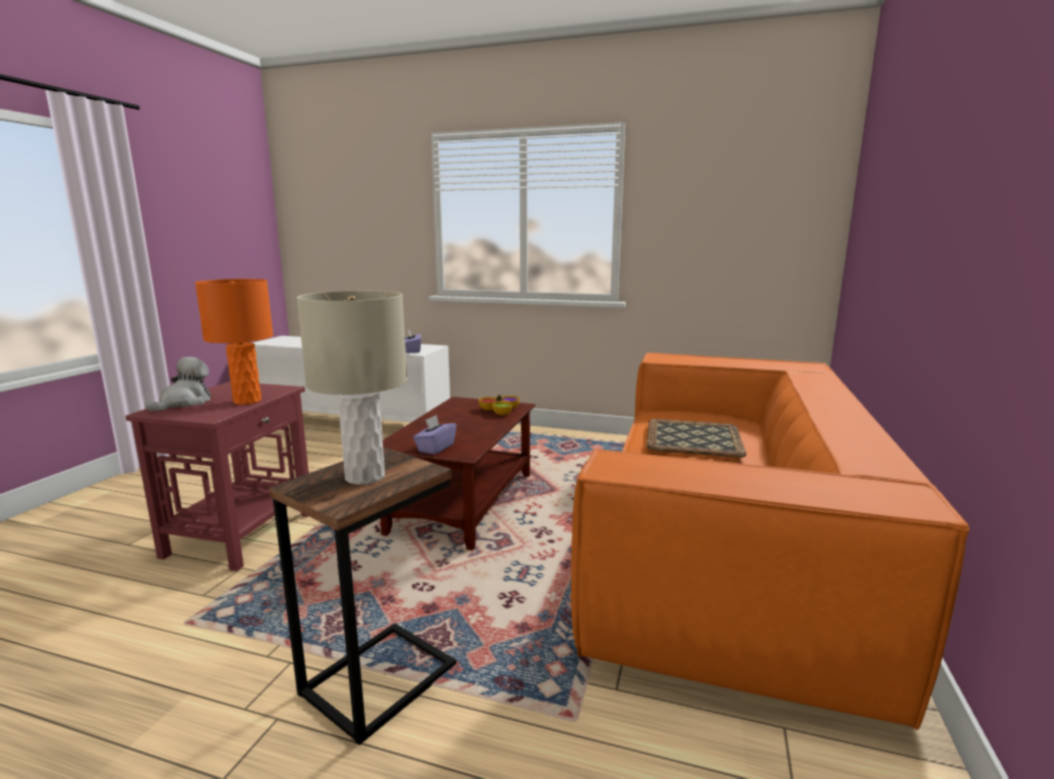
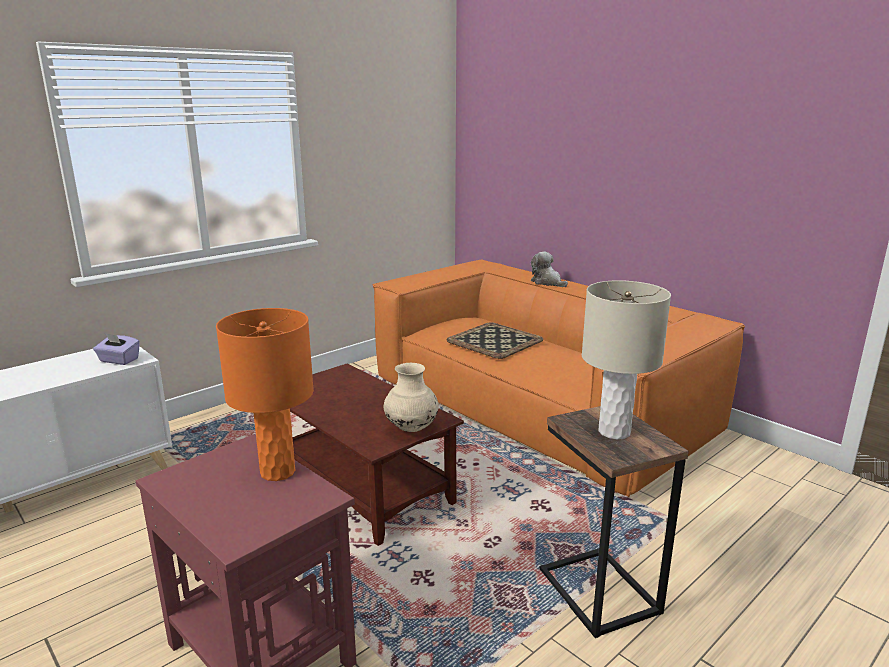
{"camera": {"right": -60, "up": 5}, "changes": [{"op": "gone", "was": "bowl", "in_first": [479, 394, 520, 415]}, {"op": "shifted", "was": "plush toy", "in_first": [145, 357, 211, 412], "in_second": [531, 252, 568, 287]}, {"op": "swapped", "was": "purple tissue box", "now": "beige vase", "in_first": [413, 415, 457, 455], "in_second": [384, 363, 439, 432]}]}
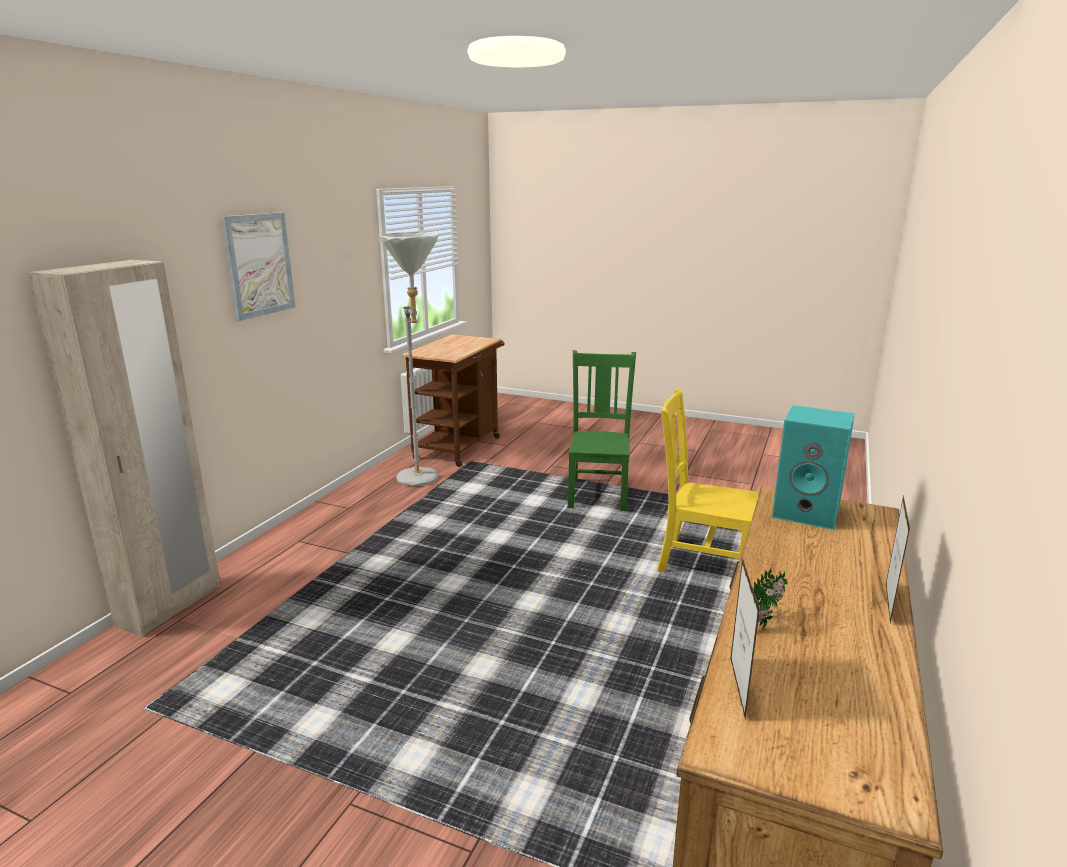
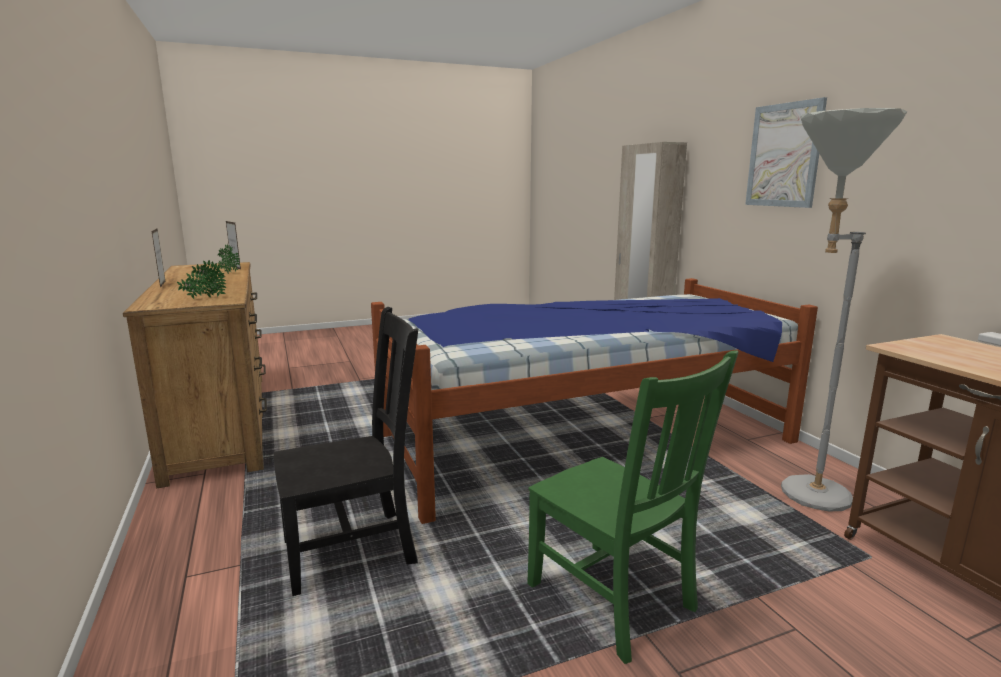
{"camera": {"right": 135, "up": -5}, "changes": [{"op": "new", "now": "bed", "in_second": [371, 278, 818, 524]}, {"op": "swapped", "was": "turquoise speaker", "now": "potted plant", "in_first": [772, 405, 855, 530], "in_second": [177, 260, 226, 299]}, {"op": "repainted", "was": "yellow chair", "now": "black chair", "in_first": [657, 388, 759, 572], "in_second": [274, 307, 418, 596]}]}
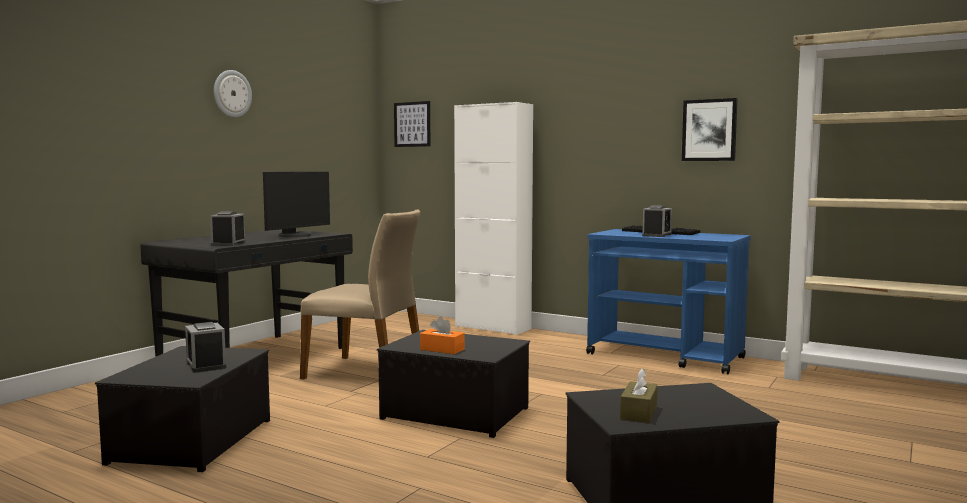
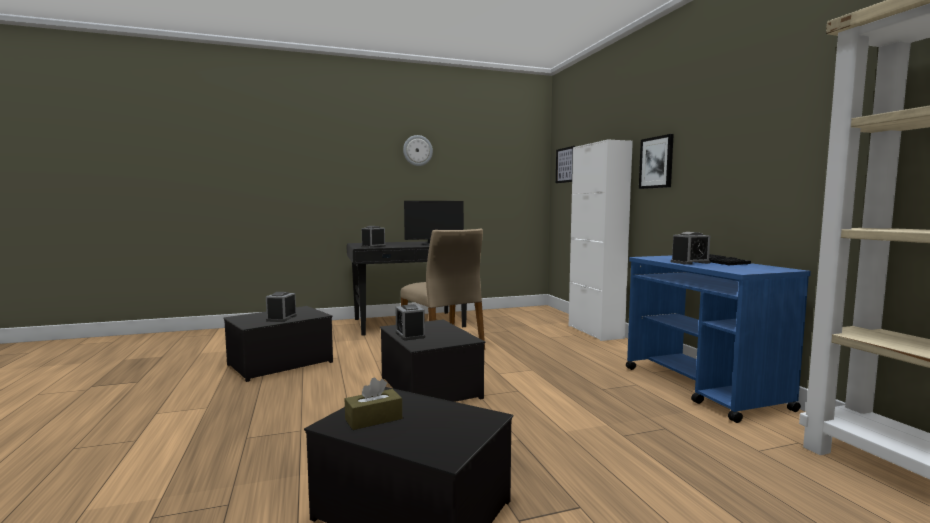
{"camera": {"right": 40, "up": 0}, "changes": [{"op": "shifted", "was": "picture", "in_first": [682, 98, 738, 161], "in_second": [639, 134, 674, 189]}, {"op": "swapped", "was": "orange tissue box", "now": "alarm clock", "in_first": [420, 317, 465, 354], "in_second": [396, 304, 425, 340]}]}
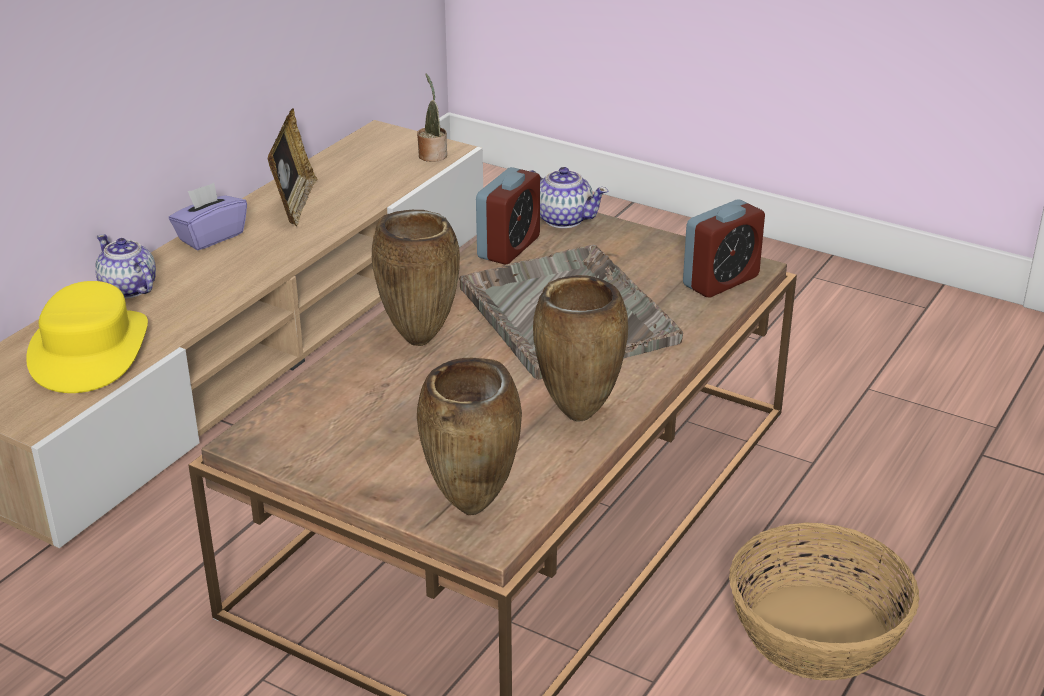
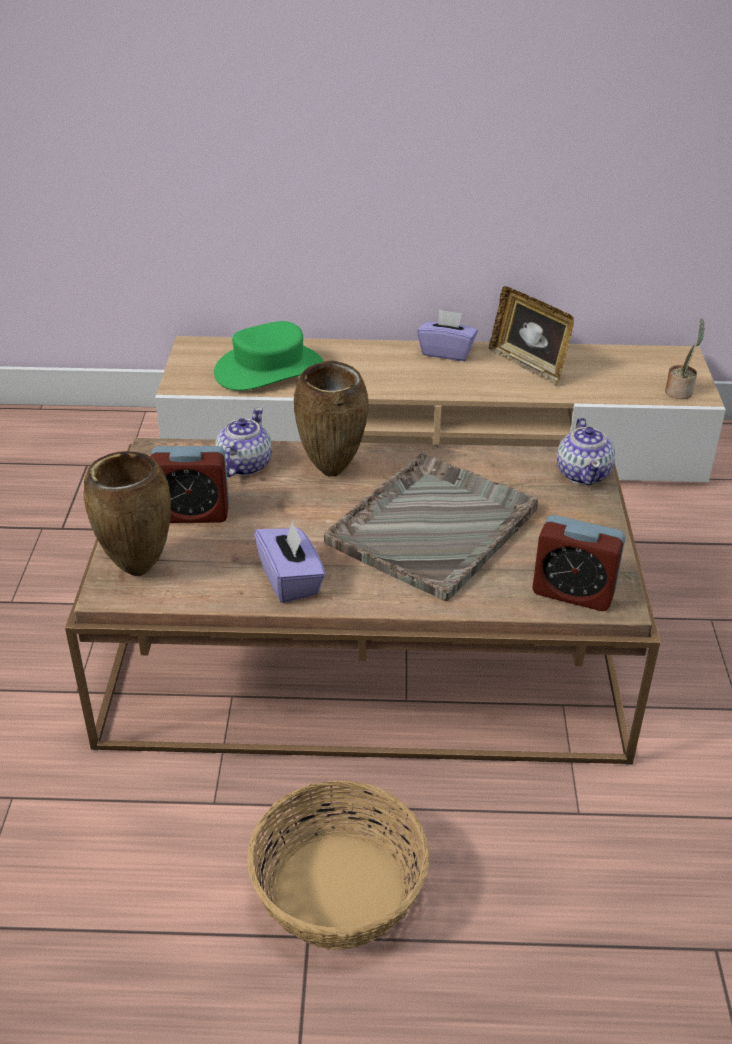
{"camera": {"right": 60, "up": 5}, "changes": [{"op": "shifted", "was": "teapot", "in_first": [95, 234, 156, 299], "in_second": [215, 408, 272, 477]}, {"op": "shifted", "was": "alarm clock", "in_first": [476, 167, 540, 265], "in_second": [150, 446, 229, 523]}, {"op": "swapped", "was": "brown vase", "now": "purple tissue box", "in_first": [533, 275, 628, 421], "in_second": [254, 521, 325, 603]}, {"op": "repainted", "was": "yellow hat", "now": "green hat", "in_first": [26, 281, 148, 393], "in_second": [214, 321, 324, 391]}, {"op": "rotated", "was": "picture frame", "in_first": [267, 109, 317, 227], "in_second": [489, 286, 574, 385], "clockwise": 75}]}
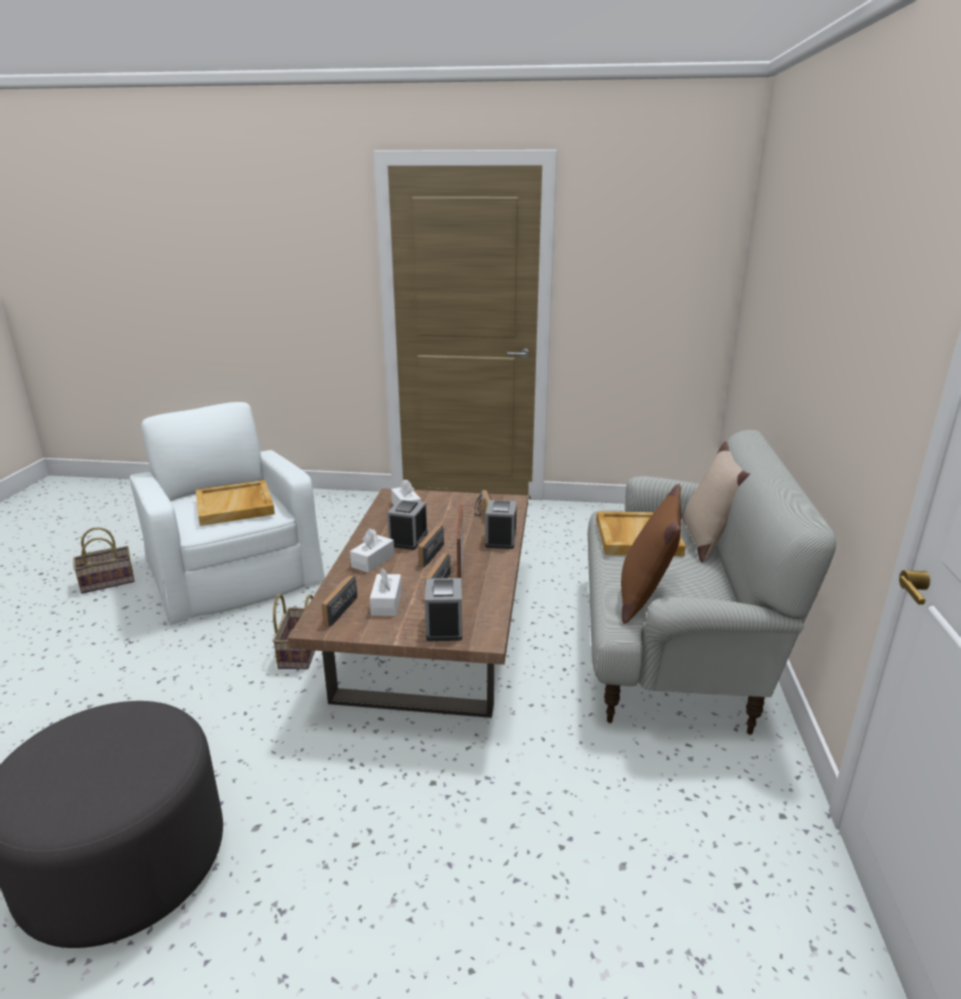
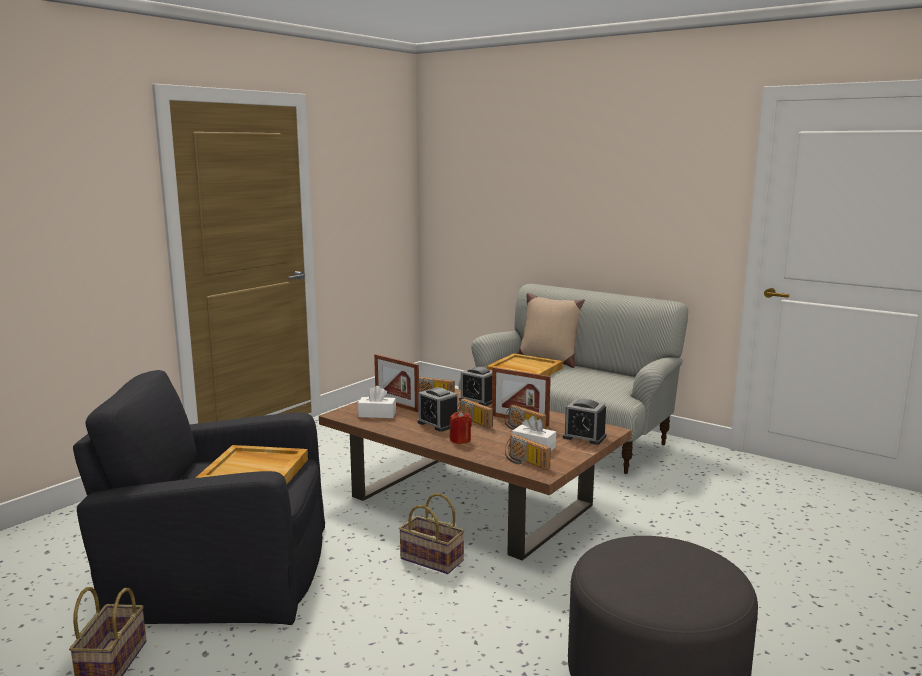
{"camera": {"right": -60, "up": -10}, "changes": [{"op": "gone", "was": "brown pillow", "in_first": [621, 484, 681, 624]}, {"op": "new", "now": "picture frame", "in_second": [374, 354, 419, 412]}, {"op": "swapped", "was": "white tissue box", "now": "red candle", "in_first": [350, 529, 394, 573], "in_second": [449, 411, 472, 444]}, {"op": "repainted", "was": "white armchair", "now": "black armchair", "in_first": [130, 402, 325, 625], "in_second": [73, 370, 325, 625]}]}
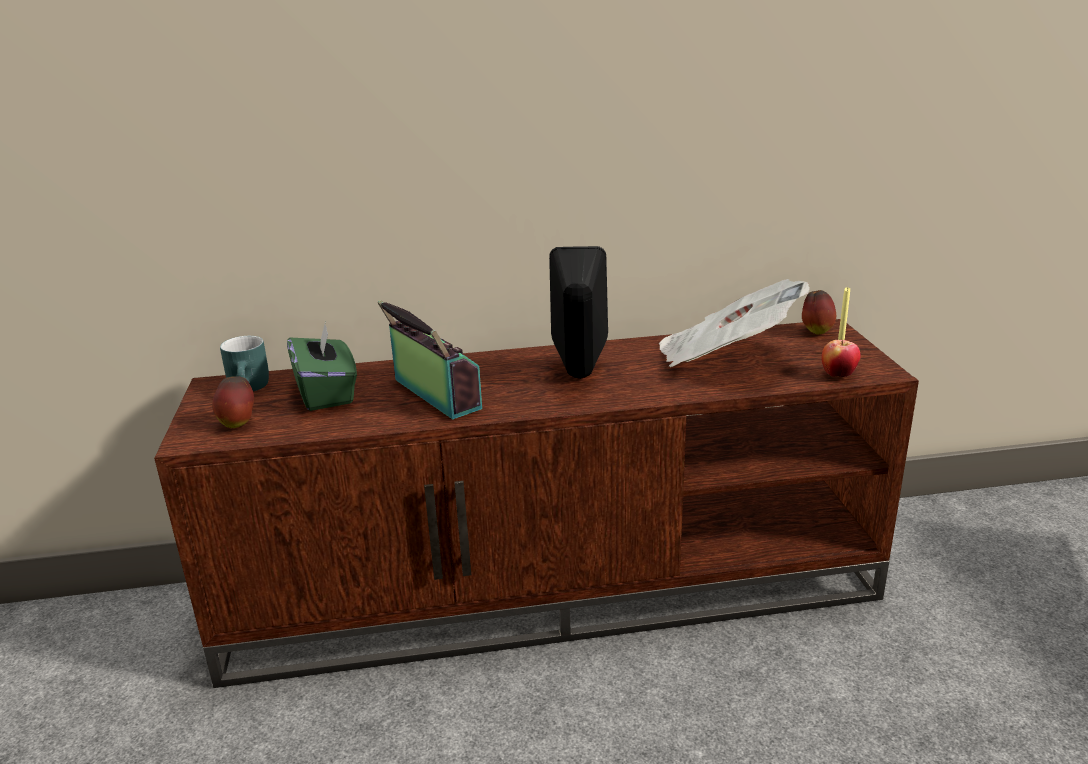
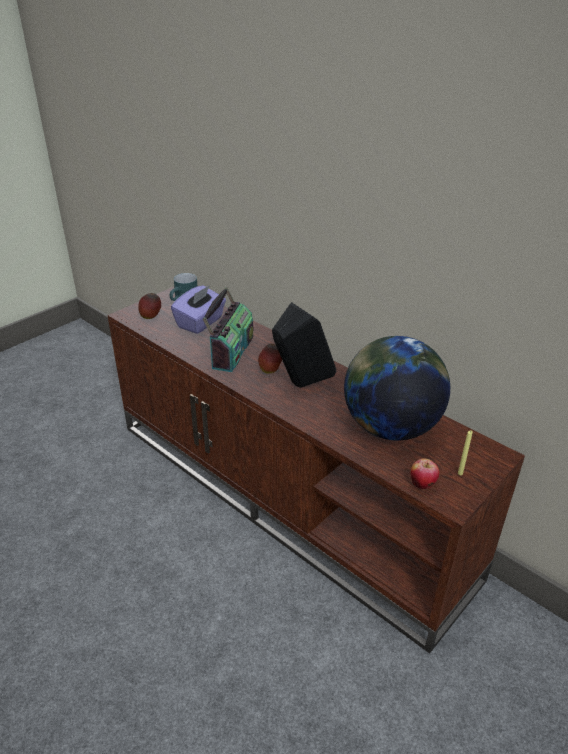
{"camera": {"right": 50, "up": 10}, "changes": [{"op": "shifted", "was": "apple", "in_first": [802, 290, 836, 335], "in_second": [258, 343, 282, 373]}, {"op": "swapped", "was": "newspaper", "now": "globe", "in_first": [659, 279, 810, 367], "in_second": [344, 336, 450, 441]}, {"op": "repainted", "was": "green tissue box", "now": "purple tissue box", "in_first": [287, 320, 357, 411], "in_second": [171, 285, 226, 334]}]}
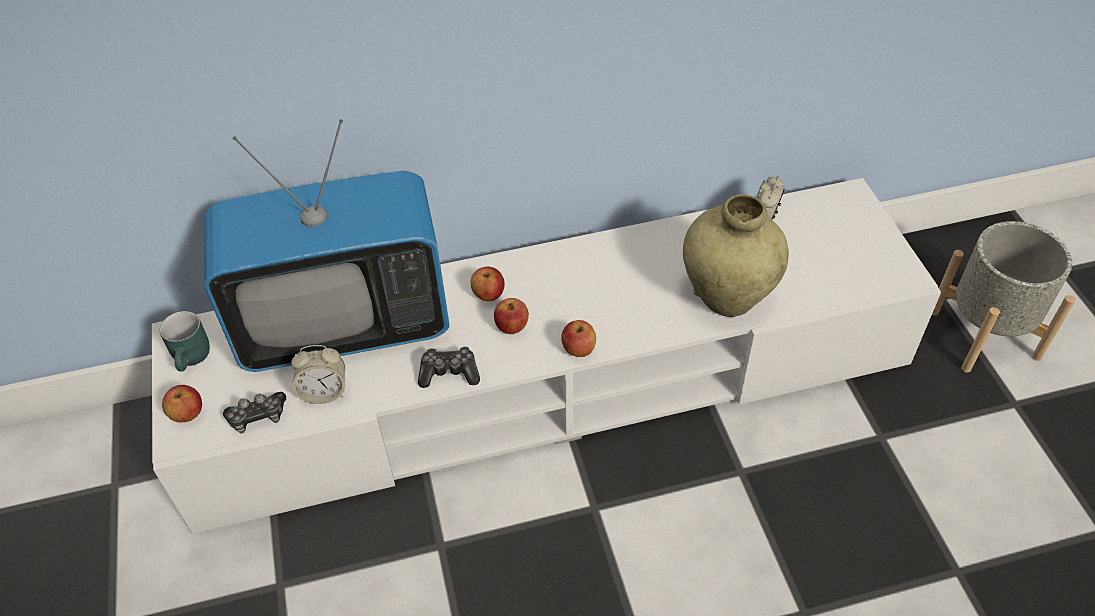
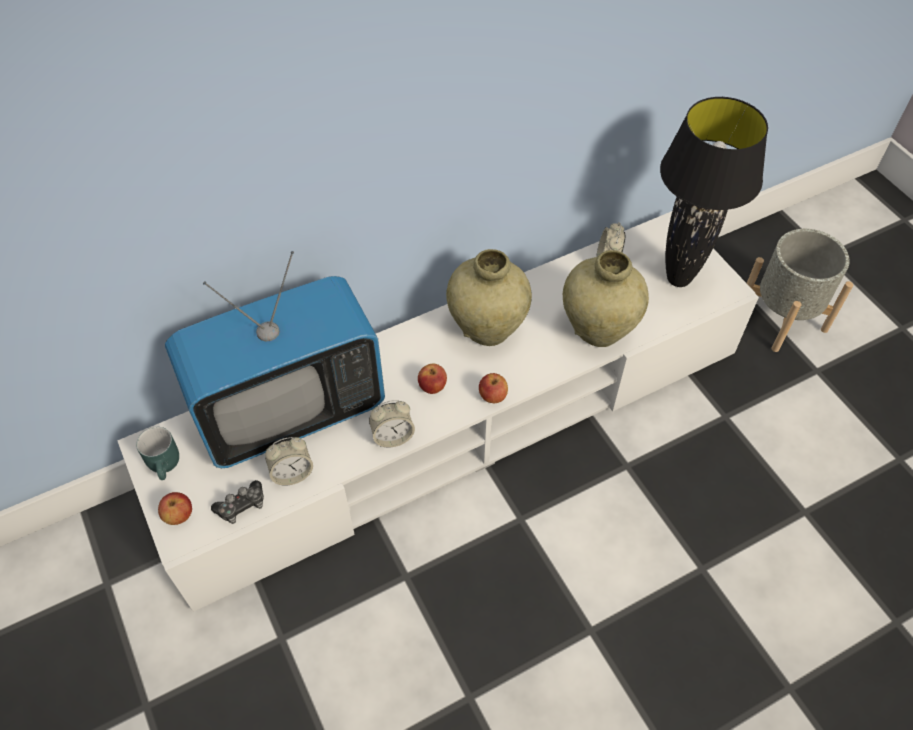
{"camera": {"right": -15, "up": 5}, "changes": [{"op": "gone", "was": "apple", "in_first": [470, 267, 505, 301]}, {"op": "new", "now": "beige vase", "in_second": [446, 249, 532, 346]}, {"op": "new", "now": "black table lamp", "in_second": [660, 97, 768, 287]}, {"op": "swapped", "was": "game controller", "now": "alarm clock", "in_first": [418, 346, 480, 388], "in_second": [369, 400, 415, 448]}]}
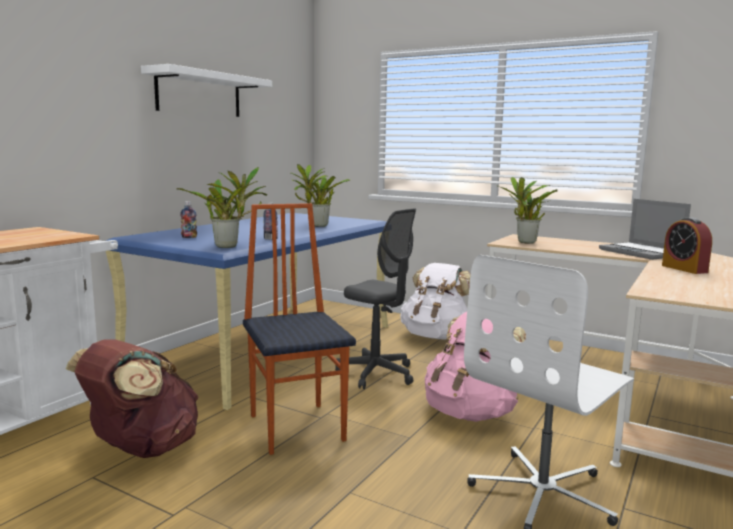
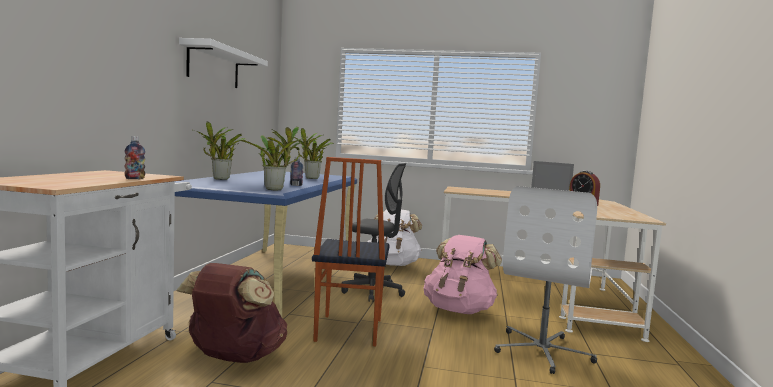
{"camera": {"right": -20, "up": -5}, "changes": [{"op": "shifted", "was": "bottle", "in_first": [180, 201, 197, 238], "in_second": [125, 136, 145, 179]}, {"op": "shifted", "was": "potted plant", "in_first": [496, 177, 558, 244], "in_second": [194, 121, 246, 180]}, {"op": "rotated", "was": "chair", "in_first": [243, 203, 356, 455], "in_second": [312, 157, 390, 346], "clockwise": -135}]}
